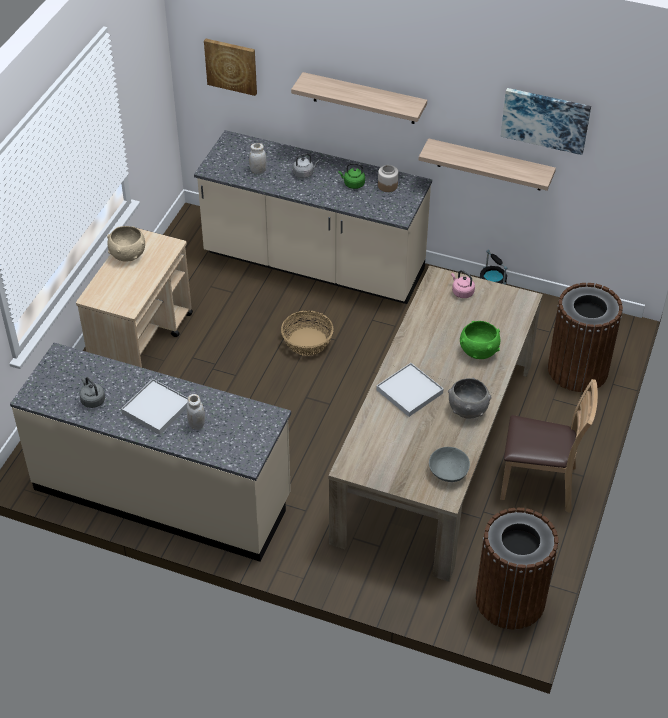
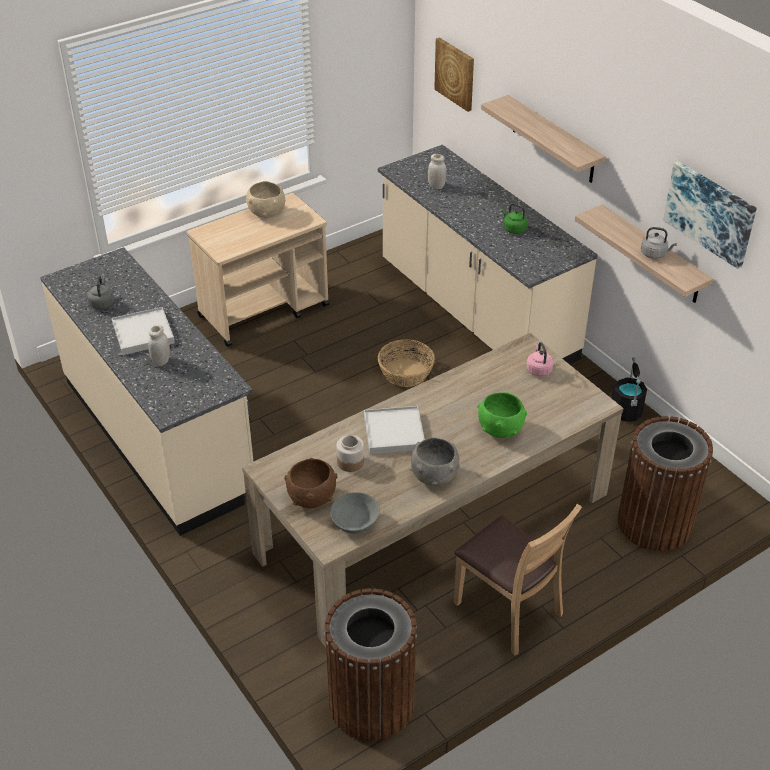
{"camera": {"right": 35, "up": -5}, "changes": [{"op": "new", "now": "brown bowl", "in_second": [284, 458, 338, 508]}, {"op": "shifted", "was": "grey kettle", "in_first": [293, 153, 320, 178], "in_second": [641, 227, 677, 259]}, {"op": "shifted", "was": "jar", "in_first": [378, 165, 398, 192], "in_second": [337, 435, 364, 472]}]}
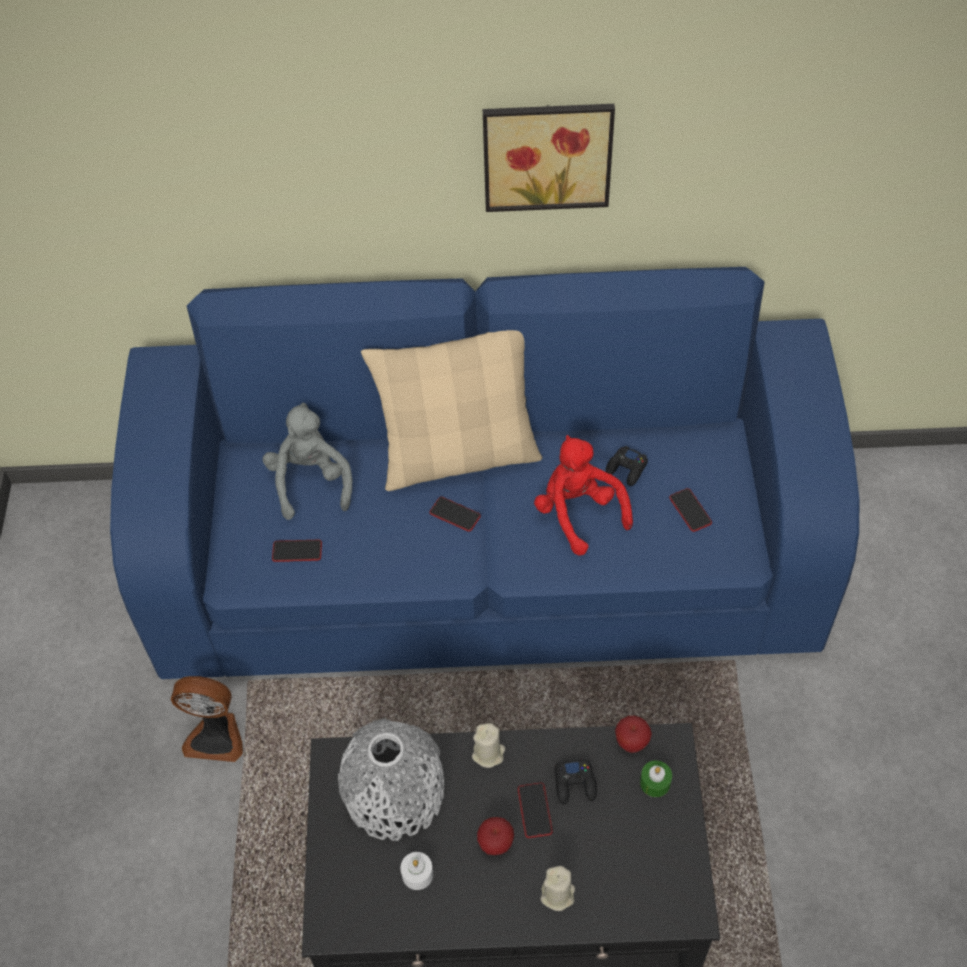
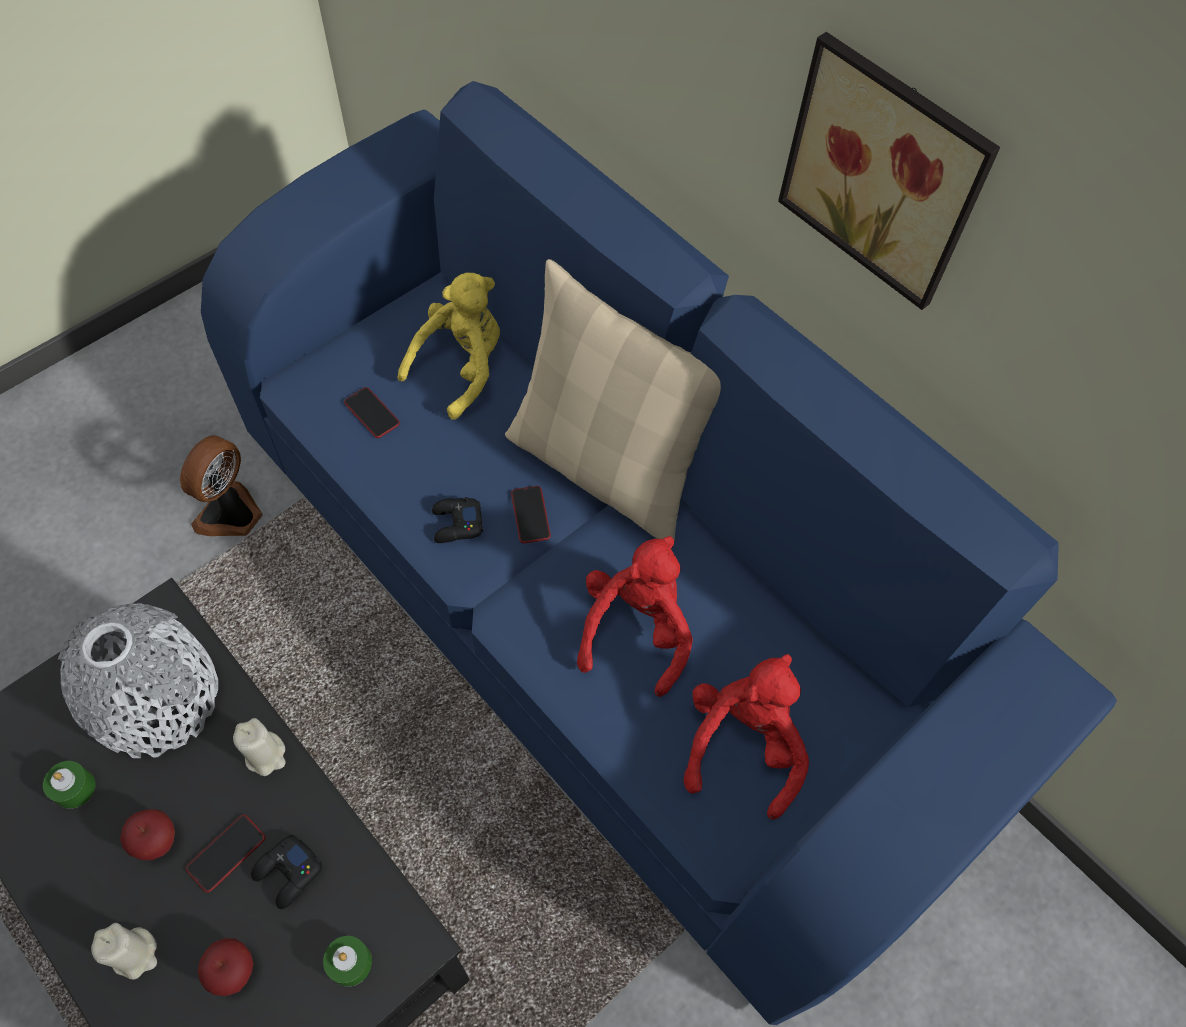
{"camera": {"right": 45, "up": 5}, "changes": [{"op": "shifted", "was": "black game controller", "in_first": [605, 446, 648, 486], "in_second": [432, 497, 483, 543]}, {"op": "shifted", "was": "apple", "in_first": [615, 716, 652, 753], "in_second": [198, 938, 254, 996]}, {"op": "swapped", "was": "phone", "now": "red plush toy", "in_first": [669, 488, 712, 532], "in_second": [683, 654, 809, 820]}, {"op": "repainted", "was": "grey plush toy", "now": "yellow plush toy", "in_first": [262, 403, 352, 520], "in_second": [397, 273, 500, 419]}, {"op": "repainted", "was": "white candle", "now": "green candle", "in_first": [400, 852, 433, 890], "in_second": [43, 761, 96, 809]}, {"op": "rotated", "was": "fan", "in_first": [171, 676, 243, 762], "in_second": [180, 435, 263, 536], "clockwise": 60}]}
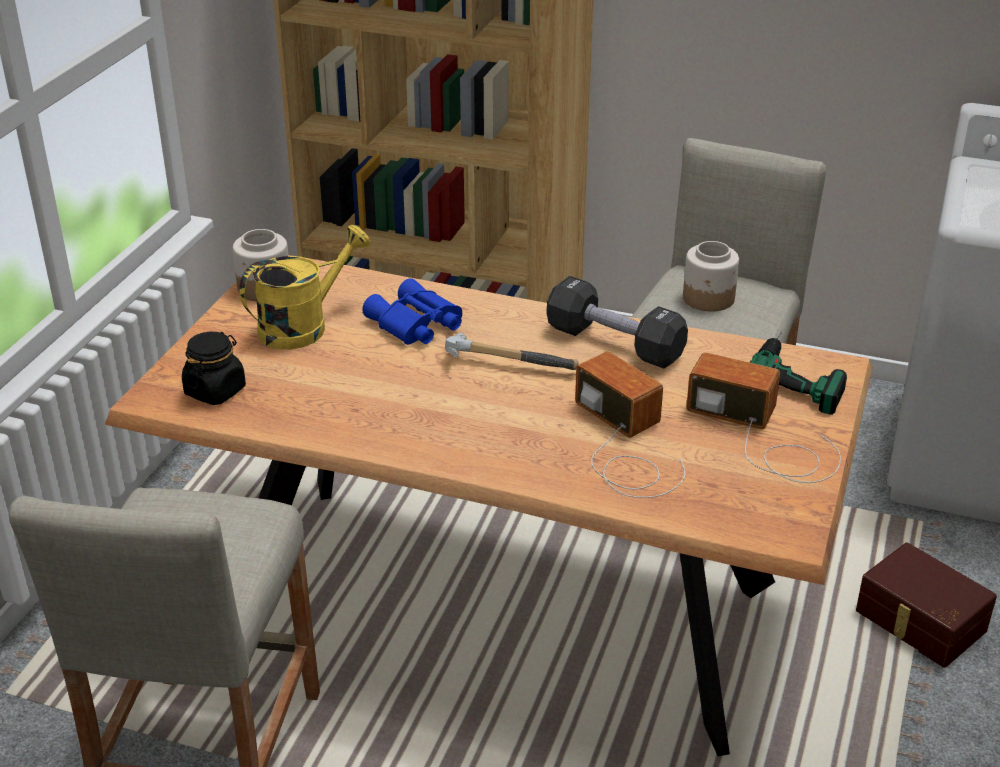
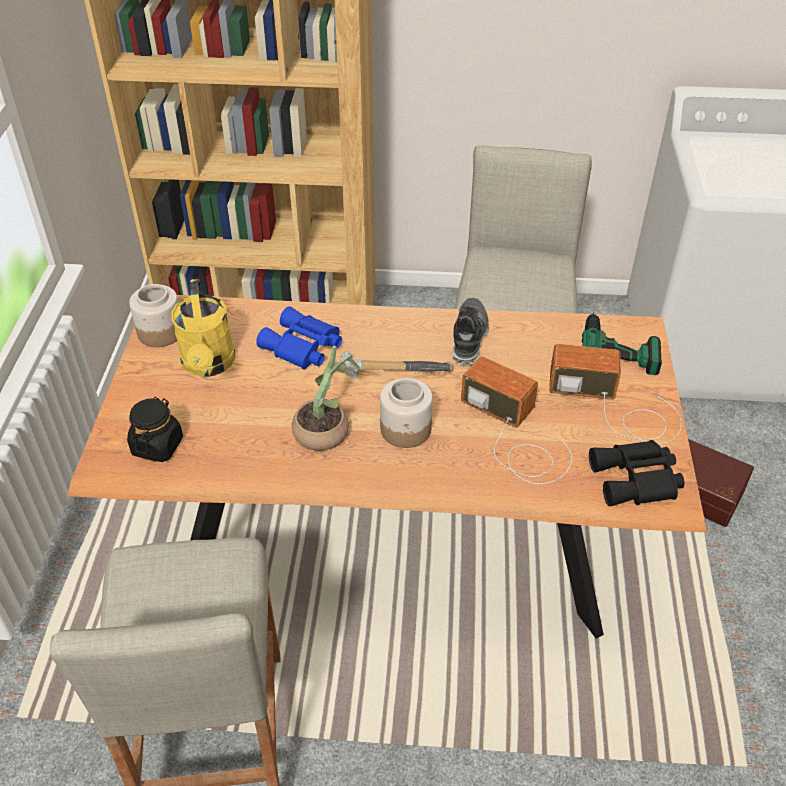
{"camera": {"right": -15, "up": 10}, "changes": [{"op": "new", "now": "potted plant", "in_second": [291, 345, 361, 451]}, {"op": "new", "now": "black binoculars", "in_second": [589, 440, 684, 506]}, {"op": "shifted", "was": "jar", "in_first": [683, 241, 739, 311], "in_second": [380, 378, 433, 448]}, {"op": "swapped", "was": "black dumbbell", "now": "shoe", "in_first": [547, 276, 688, 369], "in_second": [452, 298, 489, 365]}, {"op": "rotated", "was": "yellow watering can", "in_first": [239, 225, 371, 350], "in_second": [171, 279, 235, 377], "clockwise": 135}]}
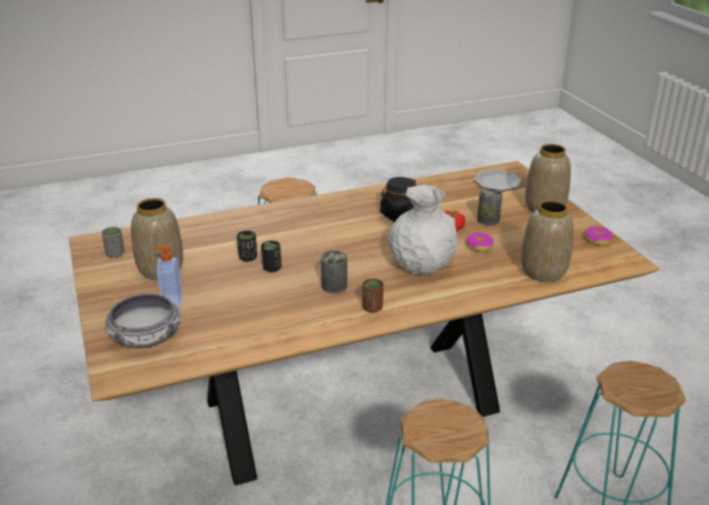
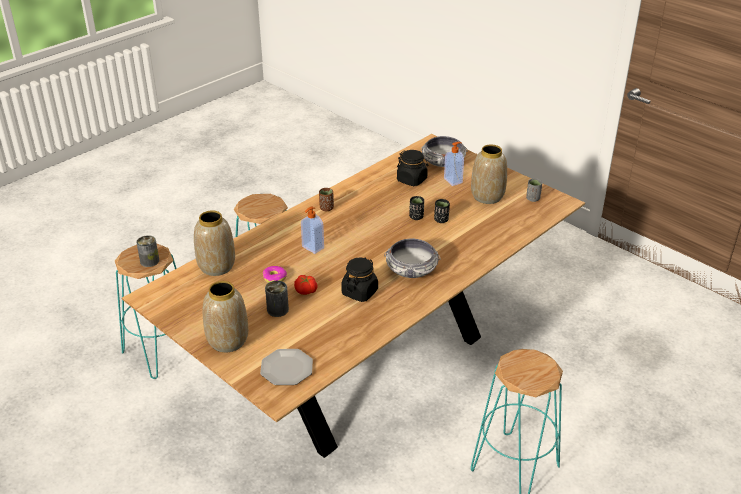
{"camera": {"right": 155, "up": 5}, "changes": [{"op": "gone", "was": "donut", "in_first": [585, 227, 613, 246]}, {"op": "new", "now": "bowl", "in_second": [384, 239, 440, 278]}, {"op": "new", "now": "black jar", "in_second": [397, 150, 428, 186]}, {"op": "shifted", "was": "can", "in_first": [321, 251, 347, 294], "in_second": [136, 235, 159, 267]}, {"op": "swapped", "was": "white vase", "now": "soap dispenser", "in_first": [389, 185, 458, 276], "in_second": [301, 206, 324, 254]}]}
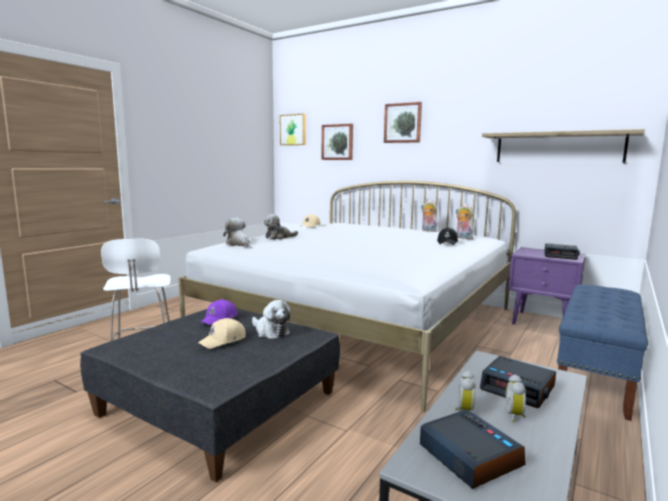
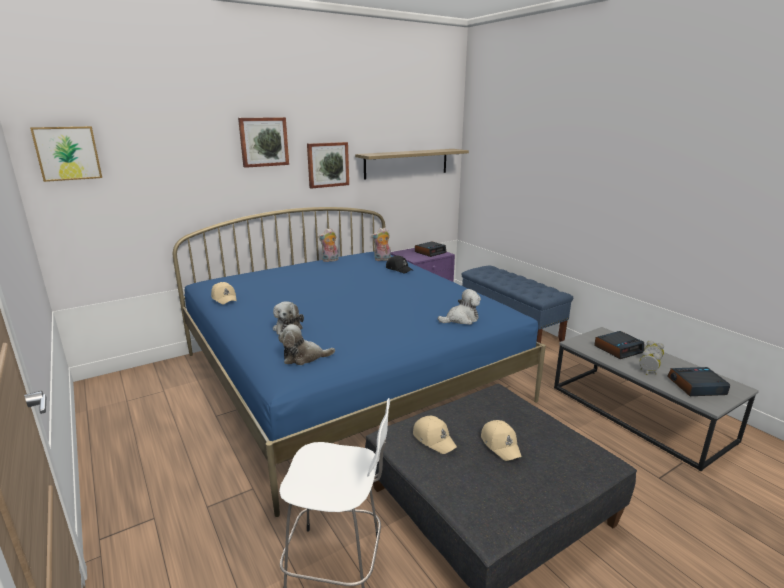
{"camera": {"right": -65, "up": 10}, "changes": [{"op": "shifted", "was": "plush toy", "in_first": [252, 300, 291, 339], "in_second": [438, 289, 481, 325]}, {"op": "shifted", "was": "picture", "in_first": [322, 124, 353, 160], "in_second": [307, 142, 349, 189]}, {"op": "repainted", "was": "white bed", "now": "blue bed", "in_first": [178, 181, 516, 412], "in_second": [173, 207, 546, 517]}, {"op": "repainted", "was": "purple cap", "now": "beige cap", "in_first": [200, 299, 237, 326], "in_second": [413, 416, 457, 454]}]}
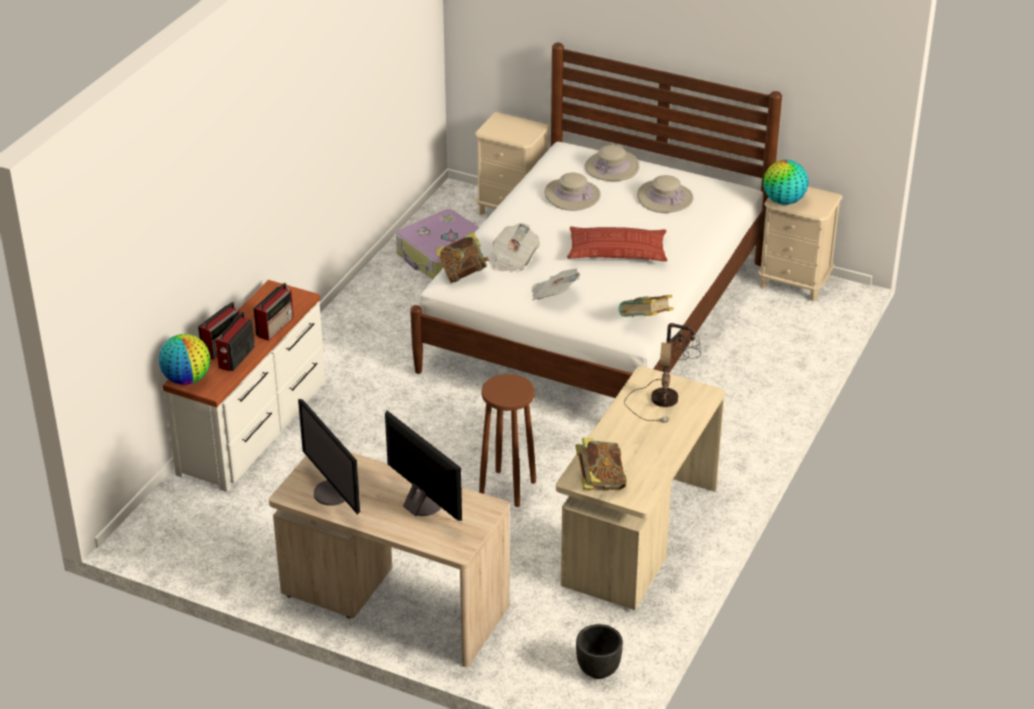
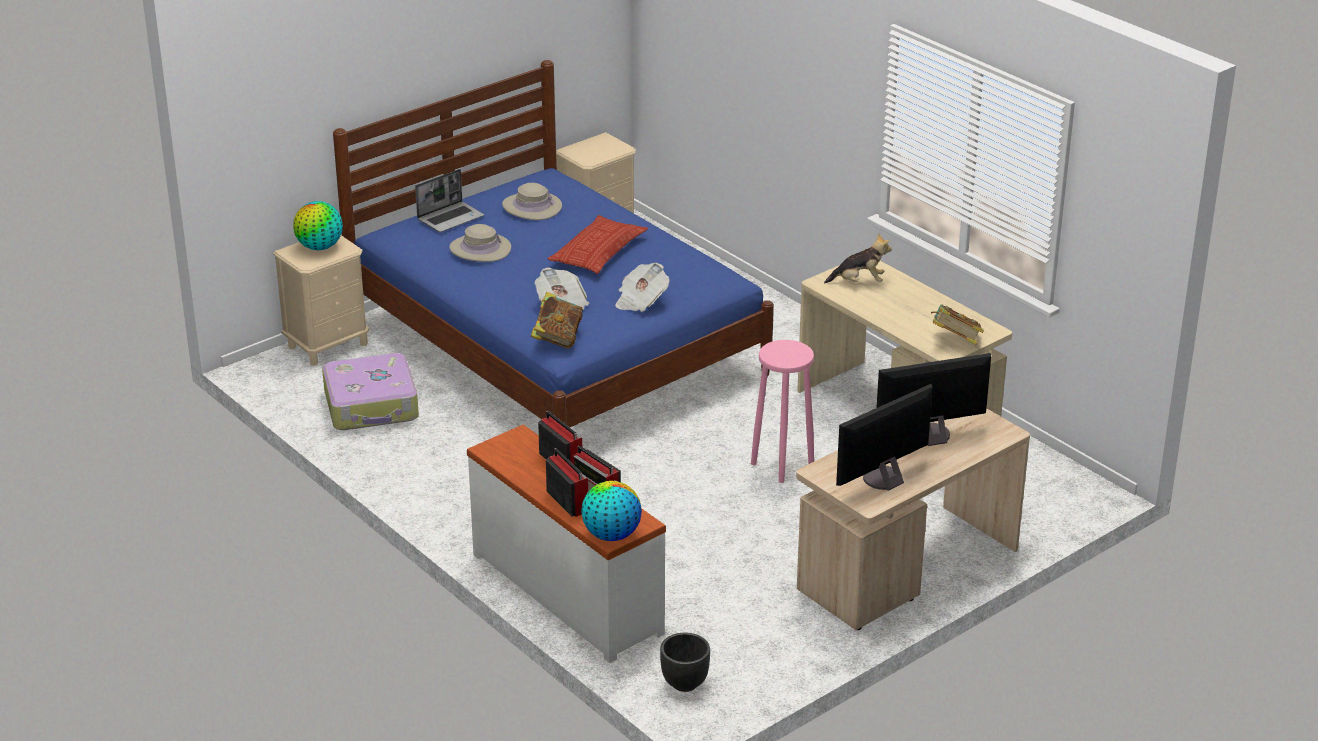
{"camera": {"right": -65, "up": -5}, "changes": [{"op": "gone", "was": "book", "in_first": [619, 295, 674, 317]}, {"op": "shifted", "was": "black planter", "in_first": [576, 624, 623, 679], "in_second": [660, 633, 710, 692]}, {"op": "shifted", "was": "globe", "in_first": [763, 160, 808, 205], "in_second": [293, 201, 343, 250]}, {"op": "swapped", "was": "beige hat", "now": "laptop", "in_first": [585, 145, 640, 181], "in_second": [415, 169, 484, 232]}, {"op": "swapped", "was": "table lamp", "now": "plush toy", "in_first": [624, 323, 701, 423], "in_second": [824, 233, 892, 283]}, {"op": "repainted", "was": "white bed", "now": "blue bed", "in_first": [410, 43, 782, 398], "in_second": [333, 60, 774, 427]}, {"op": "repainted", "was": "brown stool", "now": "pink stool", "in_first": [479, 374, 536, 507], "in_second": [751, 340, 814, 483]}, {"op": "rotated", "was": "monitor", "in_first": [298, 399, 360, 515], "in_second": [836, 384, 933, 491], "clockwise": 150}]}
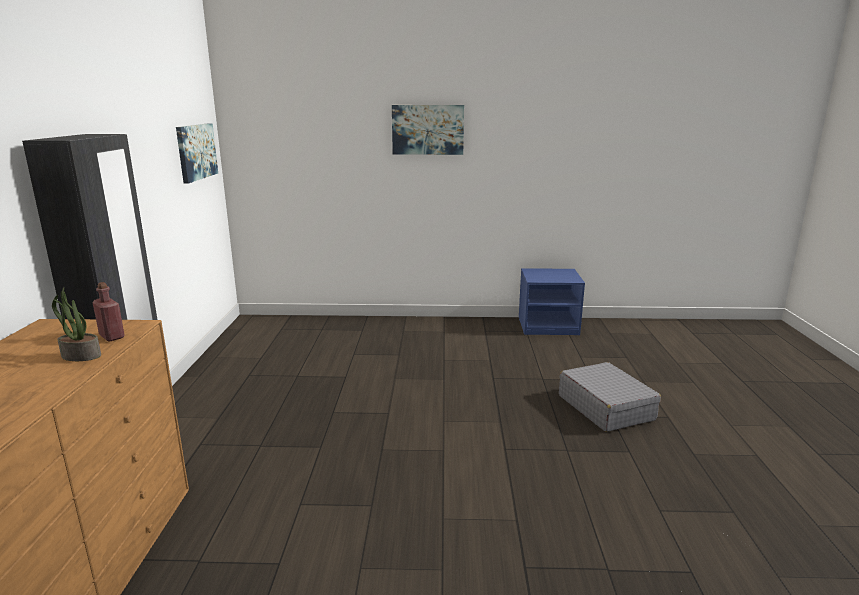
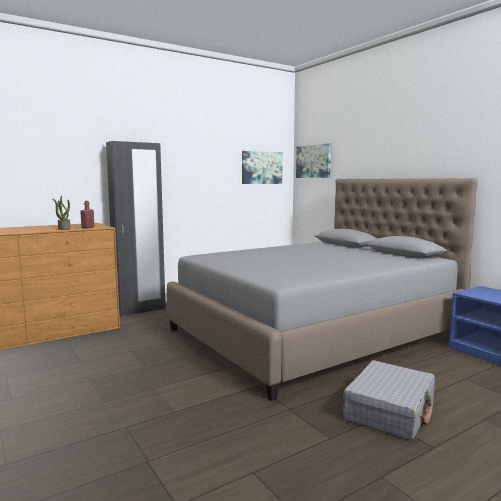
{"camera": {"right": 55, "up": -10}, "changes": [{"op": "new", "now": "grey bed", "in_second": [167, 178, 478, 401]}, {"op": "shifted", "was": "picture", "in_first": [392, 105, 464, 155], "in_second": [296, 143, 331, 178]}]}
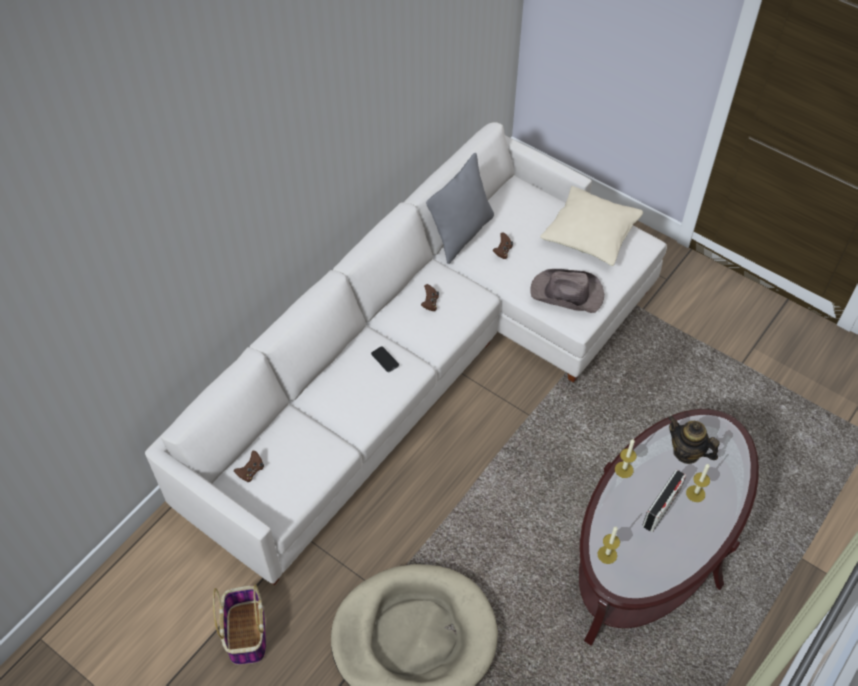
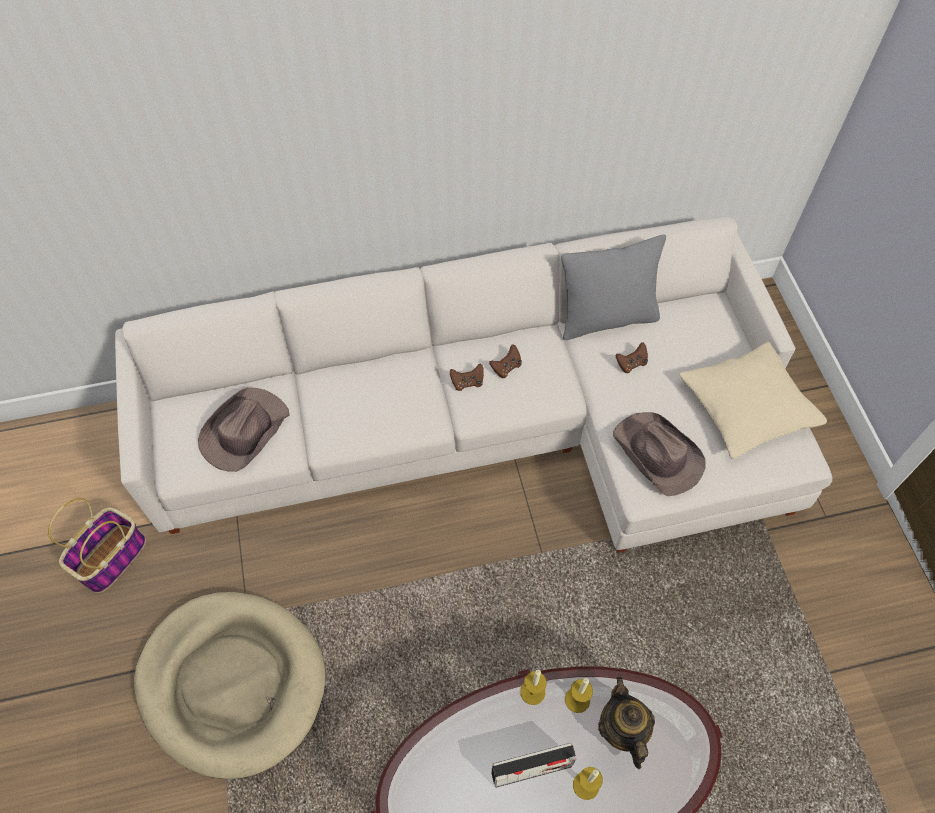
{"camera": {"right": 40, "up": 5}, "changes": [{"op": "gone", "was": "phone", "in_first": [371, 347, 399, 372]}, {"op": "new", "now": "brown hat", "in_second": [198, 388, 290, 472]}, {"op": "shifted", "was": "brown game controller", "in_first": [234, 451, 264, 482], "in_second": [450, 363, 484, 391]}, {"op": "shifted", "was": "candle", "in_first": [598, 527, 620, 564], "in_second": [565, 678, 593, 713]}]}
